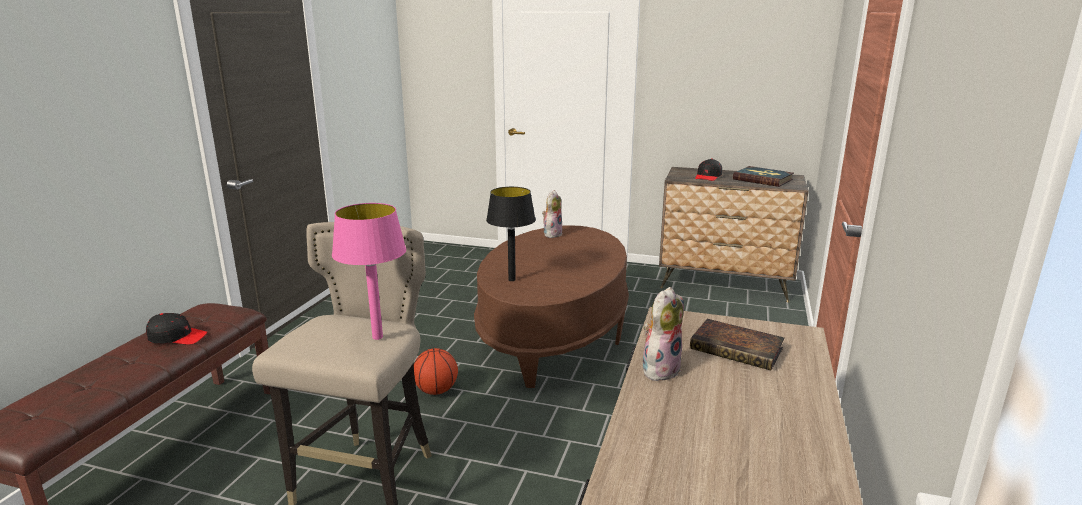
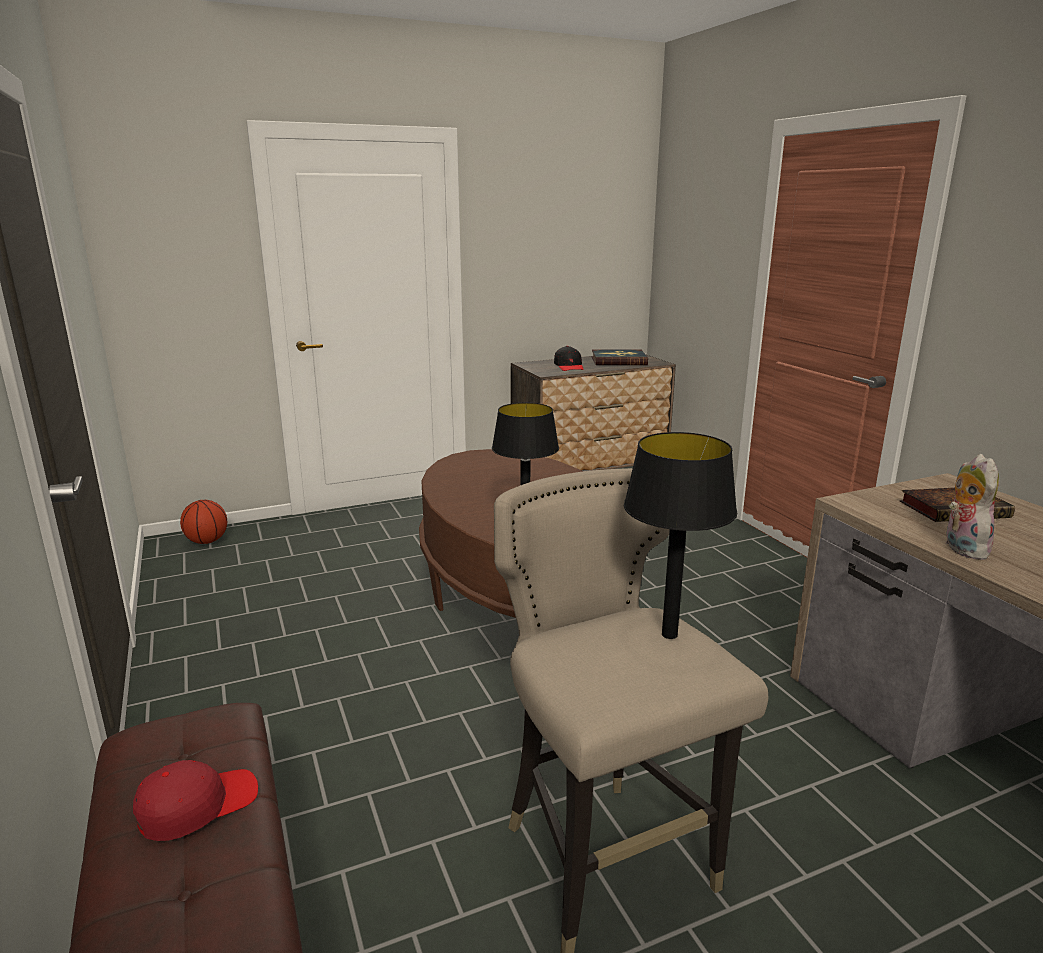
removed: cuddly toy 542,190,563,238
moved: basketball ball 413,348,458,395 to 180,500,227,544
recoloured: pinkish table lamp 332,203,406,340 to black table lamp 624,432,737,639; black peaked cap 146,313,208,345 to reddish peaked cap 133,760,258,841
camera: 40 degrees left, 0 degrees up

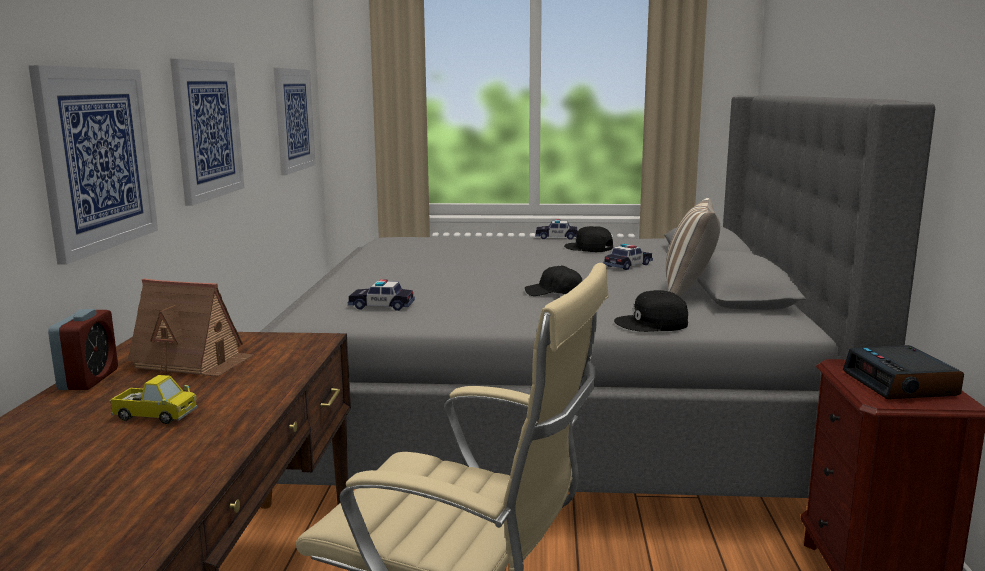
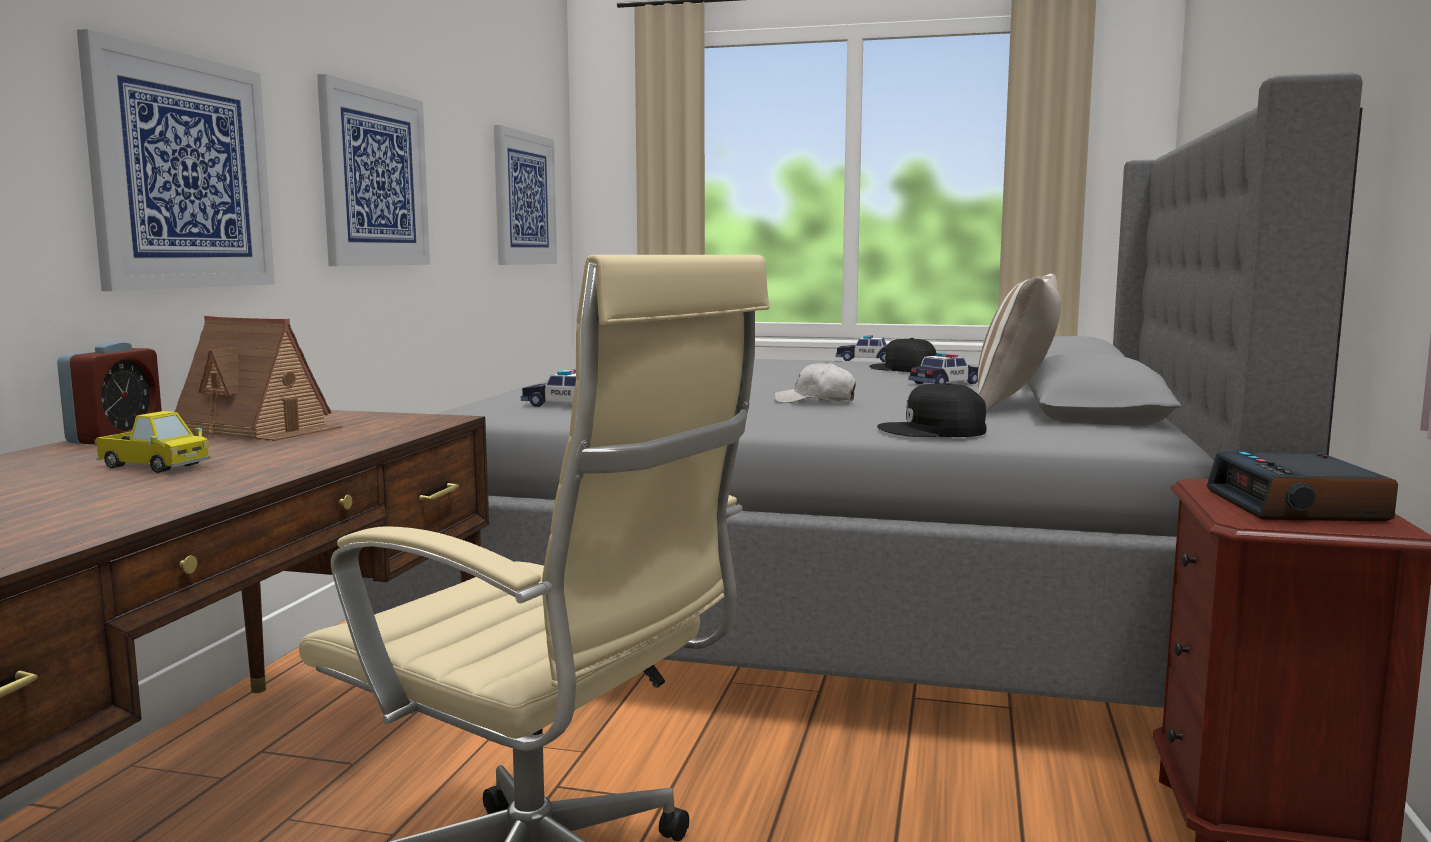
recoloured: black peaked cap 525,265,582,296 to white-coloured peaked cap 774,362,856,403
camera: 10 degrees right, 5 degrees down

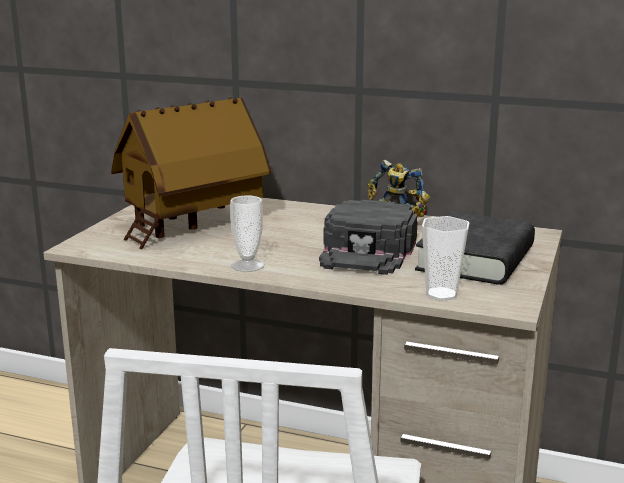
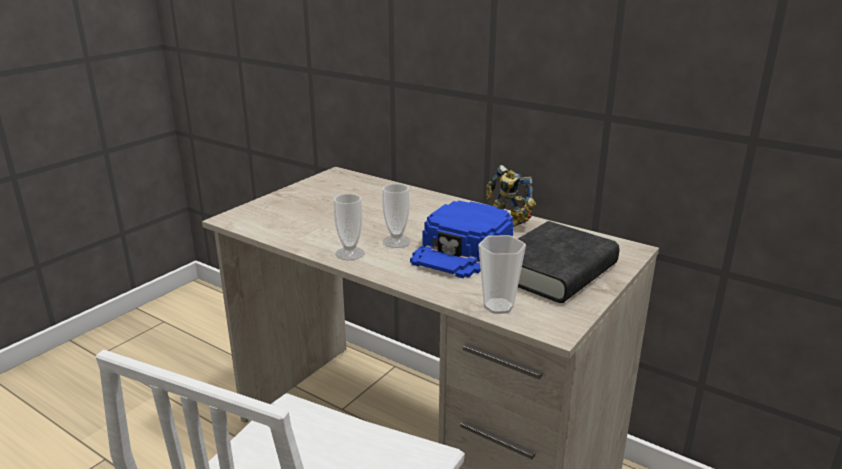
removed: toy house 111,97,271,249
added: drinking cup 382,183,411,248
recoloured: black peaked cap 319,200,417,275 to bluish peaked cap 410,201,514,278
camera: 15 degrees right, 5 degrees up

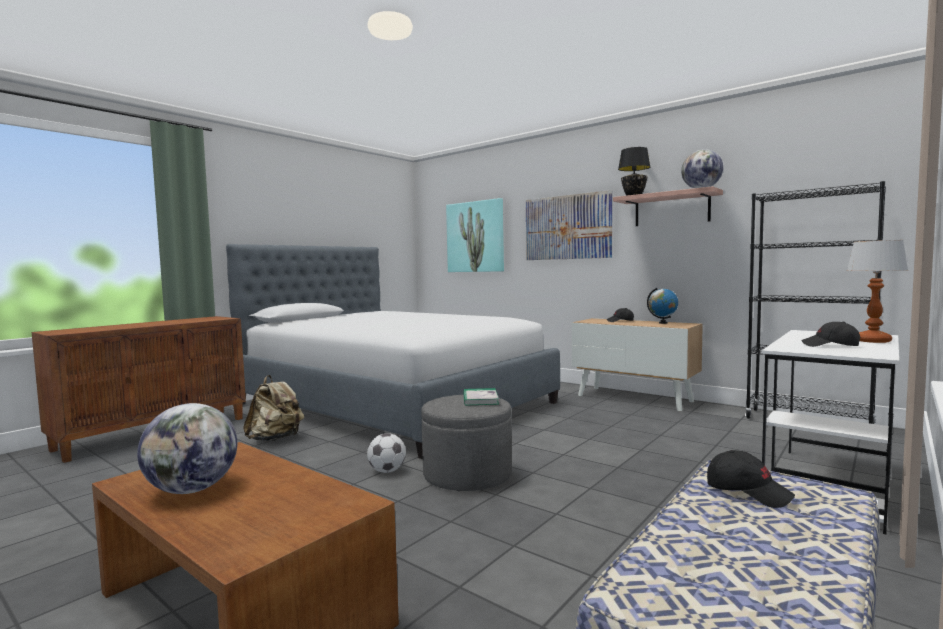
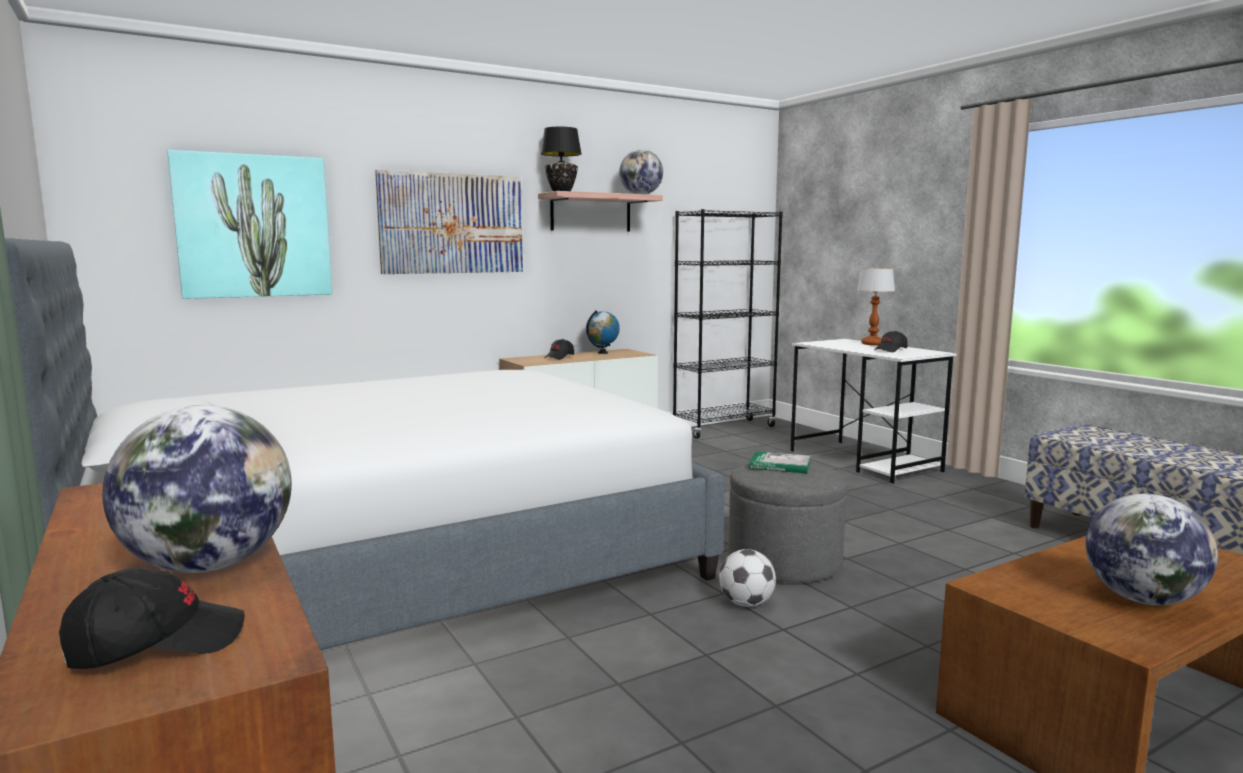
removed: beige-coloured backpack 243,375,304,441
added: world globe 102,405,292,573
moved: black peaked cap 707,450,795,508 to 59,568,245,669
camera: 70 degrees left, 5 degrees up

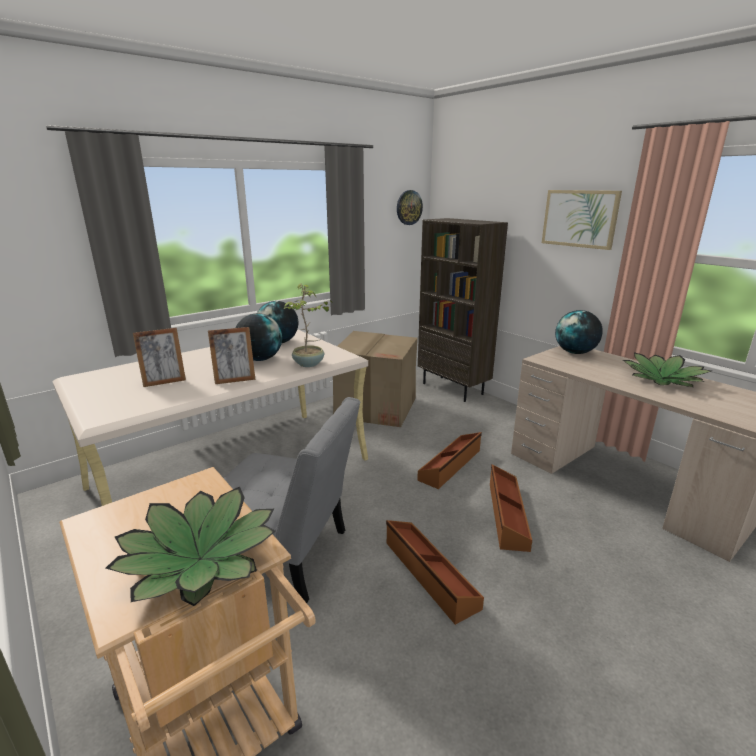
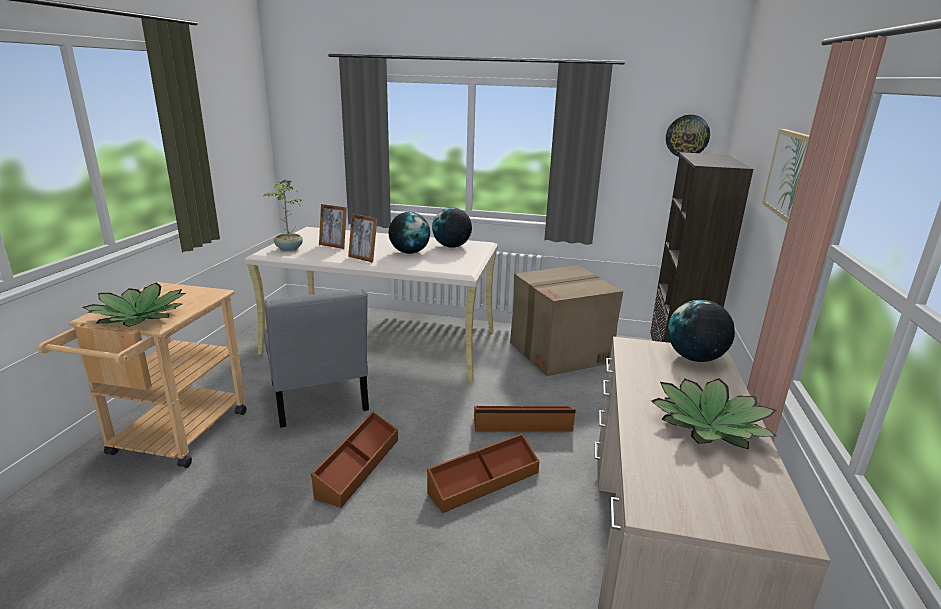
moved: houseplant 284,283,333,367 to 264,180,303,251
camera: 50 degrees right, 0 degrees up

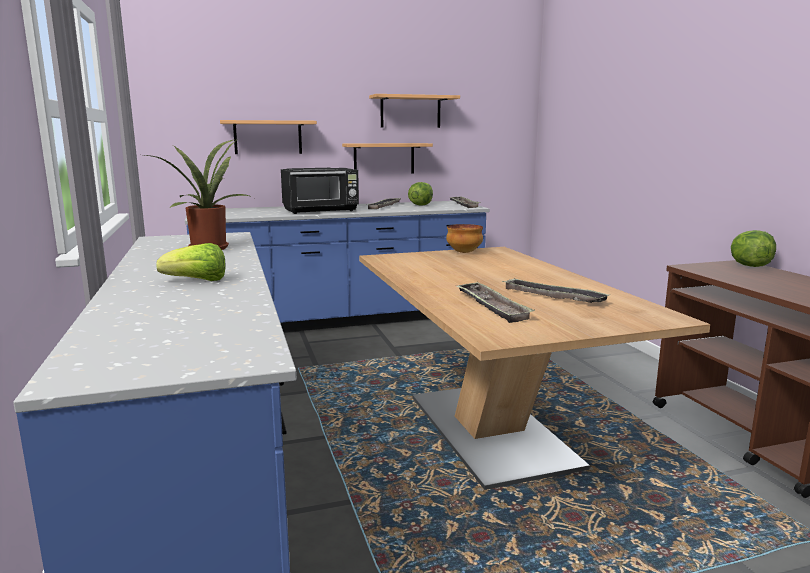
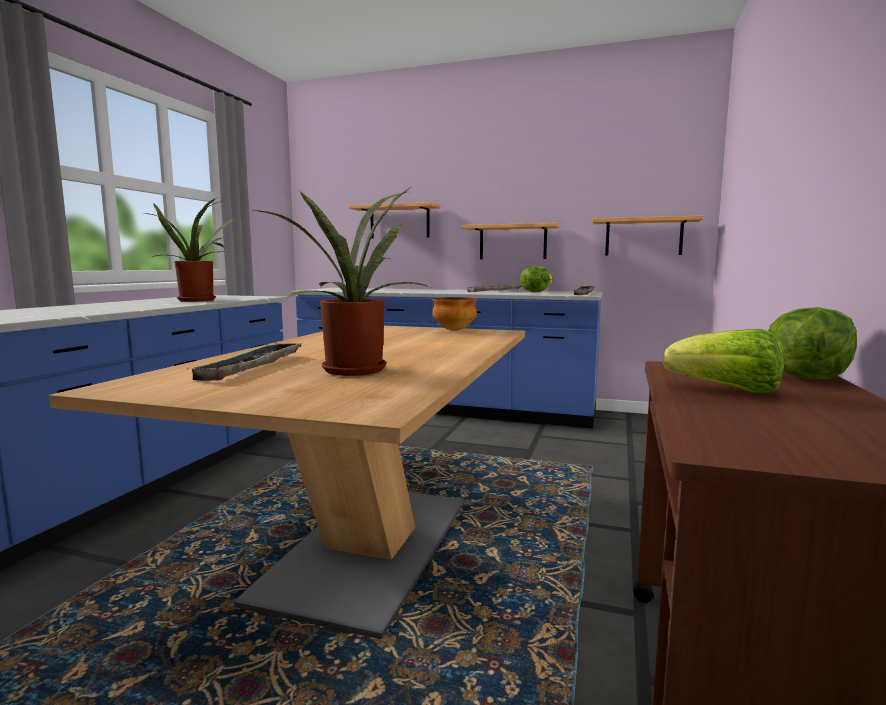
removed: black kitchen microwave 281,168,359,214
moved: shelf 369,94,460,128 to 592,216,704,255; head of lettuce 156,243,226,281 to 663,329,784,394
replaced: serving tray 502,278,609,303 to houseplant 254,187,429,376
camera: 35 degrees right, 5 degrees down

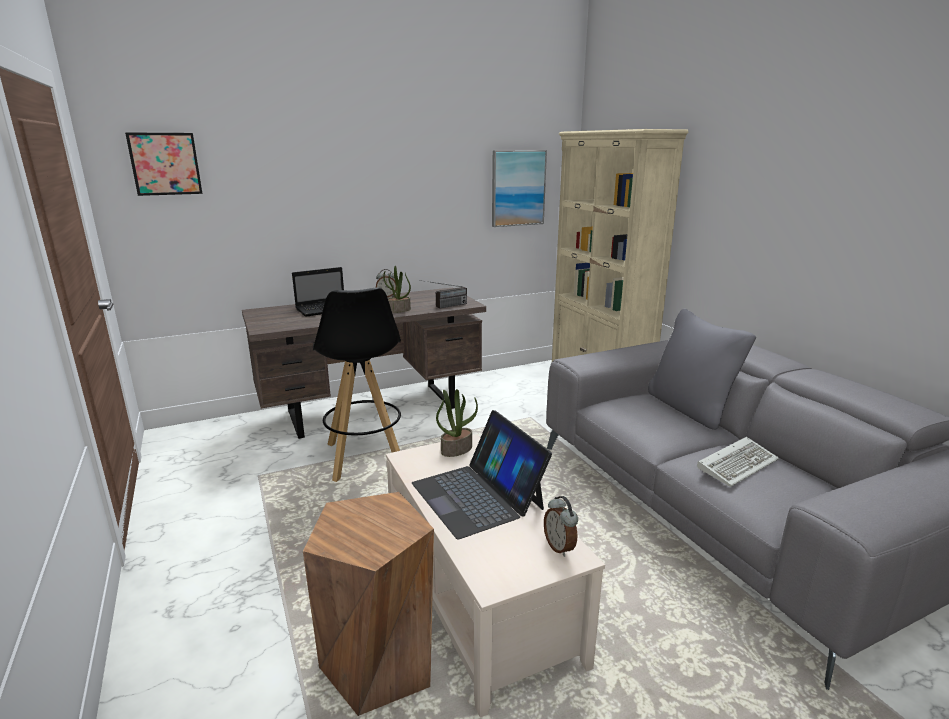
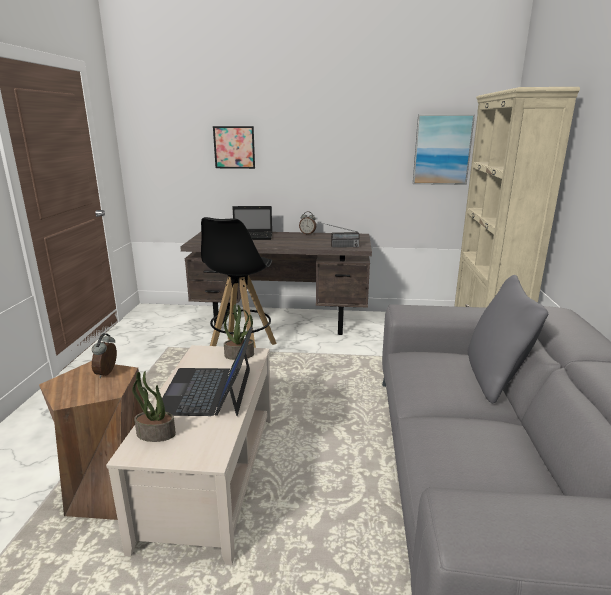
removed: computer keyboard 697,437,779,487
moved: wall picture 125,132,203,196 to 213,126,255,169; houseplant 383,266,411,313 to 132,371,176,442; table clock 544,496,578,557 to 92,333,117,378
camera: 30 degrees right, 0 degrees up

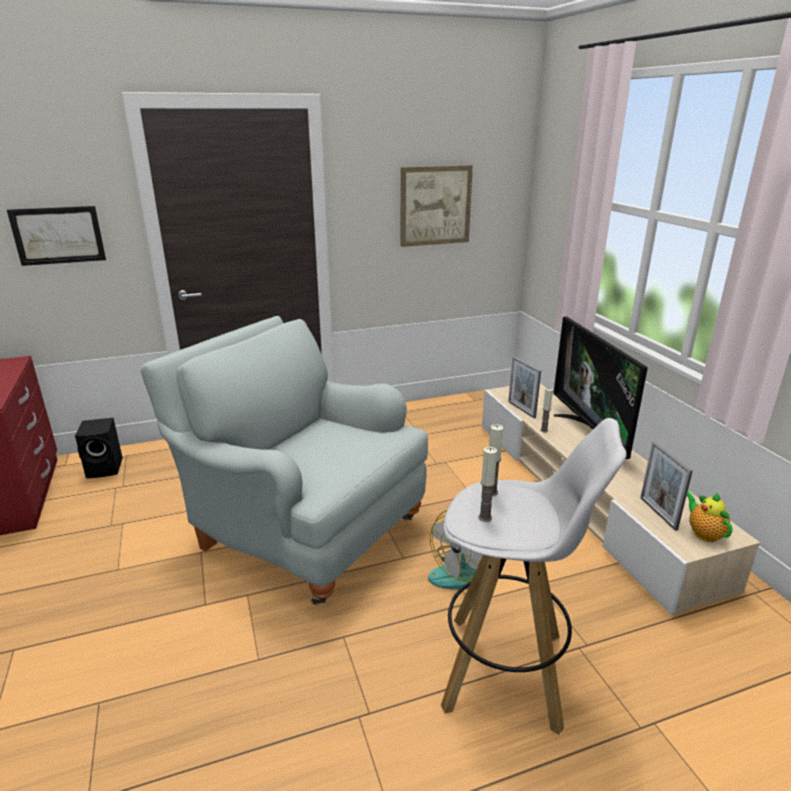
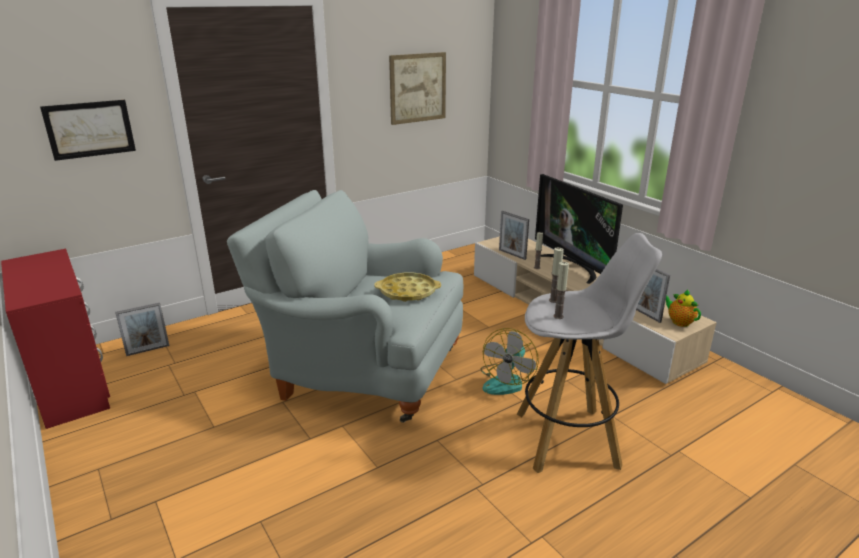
added: yellow serving tray 374,273,441,302
replaced: black loudspeaker 75,418,123,478 to photo frame 115,303,169,356
camera: 15 degrees left, 0 degrees up

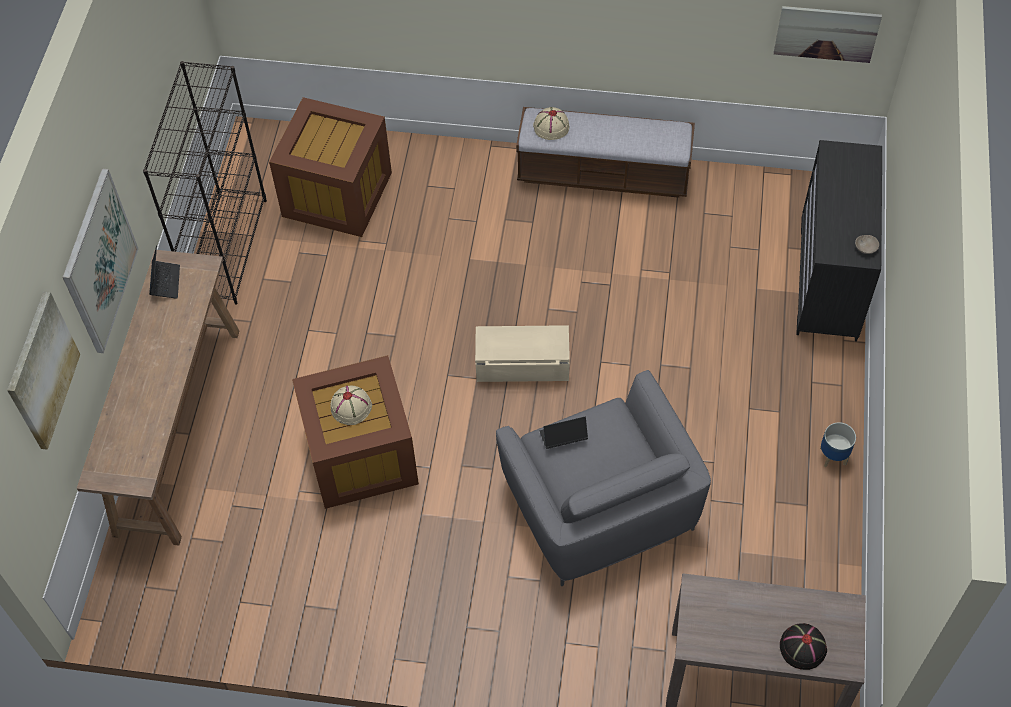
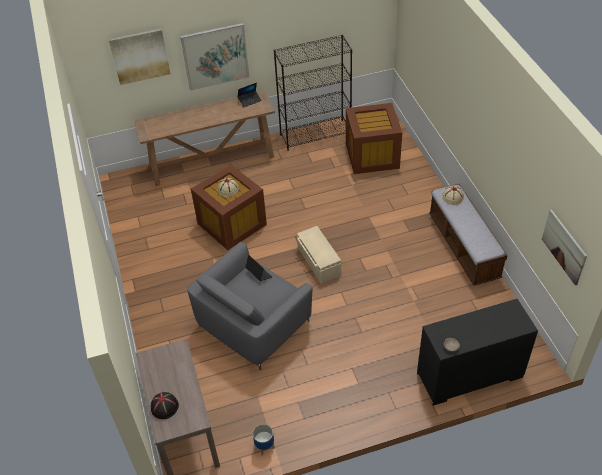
moved: flower pot 820,422,856,467 to 253,424,275,456
camera: 65 degrees right, 10 degrees down

